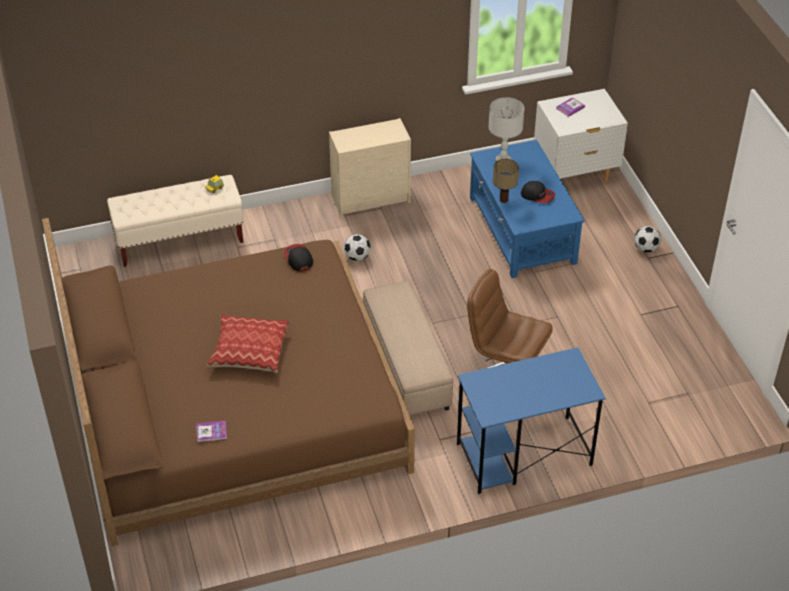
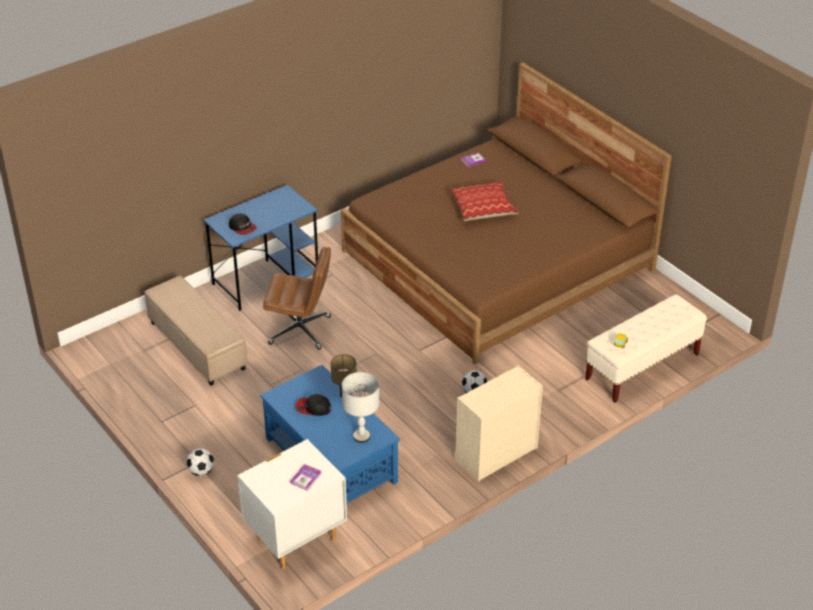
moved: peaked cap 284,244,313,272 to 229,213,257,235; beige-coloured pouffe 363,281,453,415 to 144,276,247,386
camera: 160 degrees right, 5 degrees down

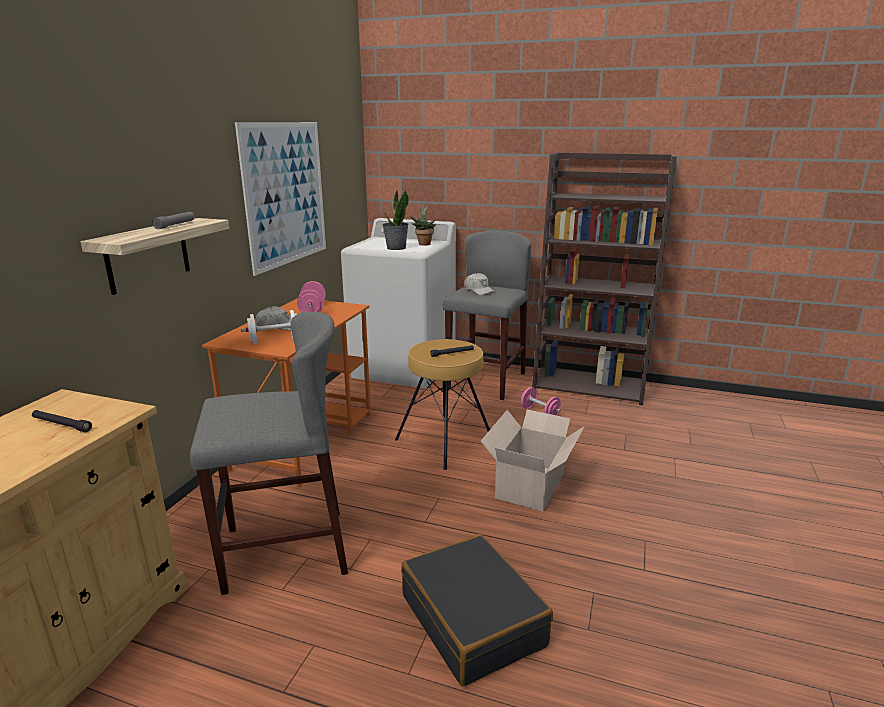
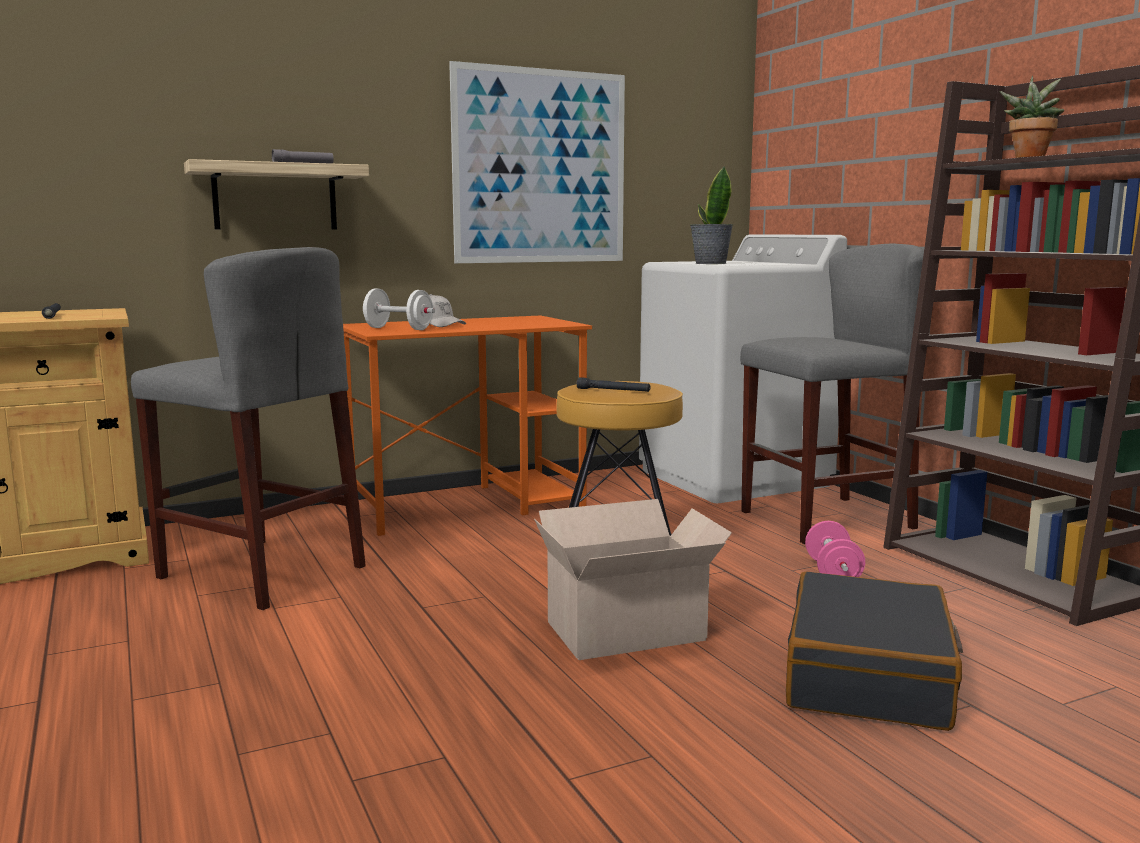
removed: white-coloured peaked cap 464,273,495,295; pinkish hand weight 297,281,326,312
moved: houseplant 410,206,436,246 to 999,76,1064,158; black piece of luggage 401,534,553,686 to 786,571,963,731
camera: 45 degrees right, 10 degrees down

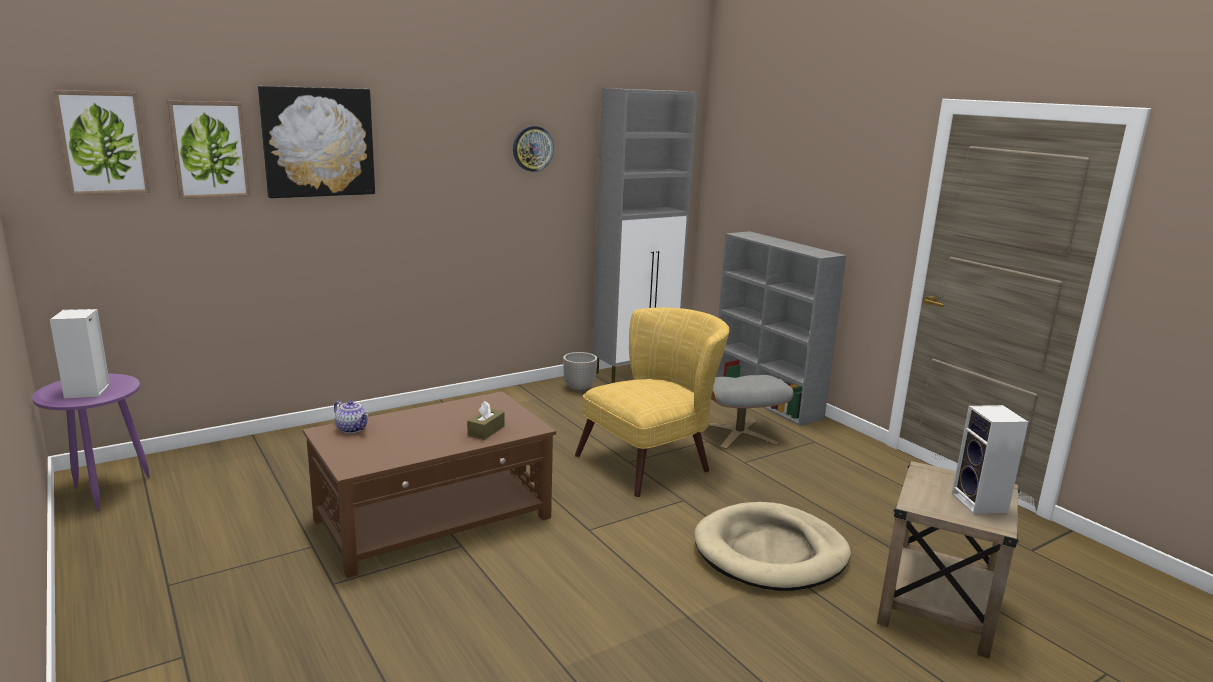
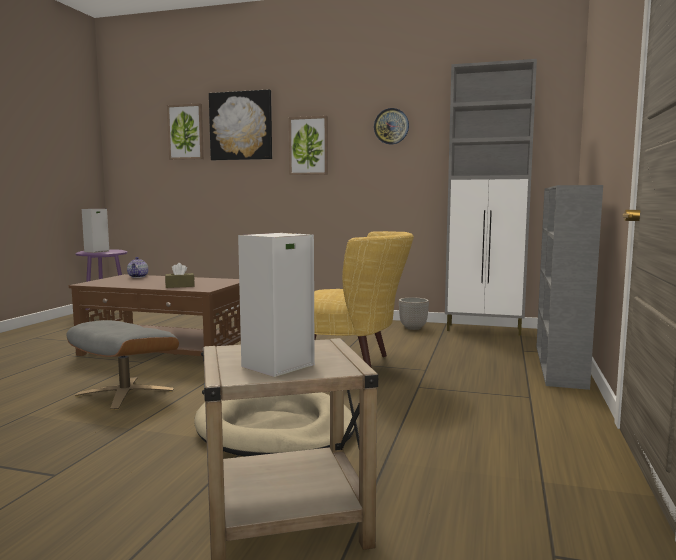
moved: wall picture 53,90,150,196 to 289,116,328,175; greyish pouffe 709,375,794,449 to 67,320,179,410
camera: 50 degrees right, 10 degrees down

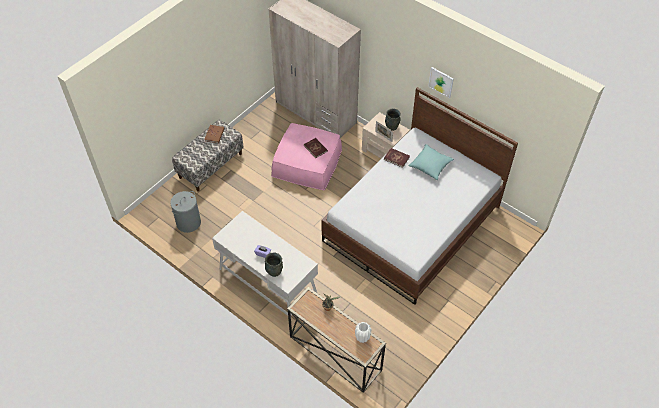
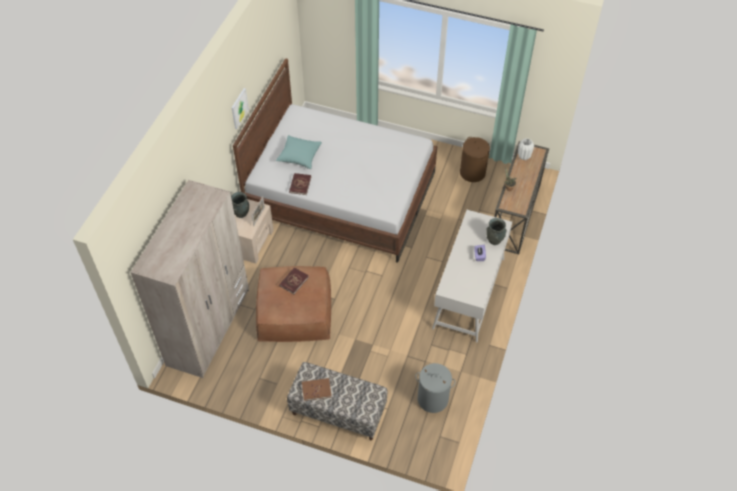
added: brownish hamper 460,137,490,182
recoloured: pinkish pouffe 271,123,342,190 to brownish pouffe 256,266,331,342
camera: 110 degrees left, 0 degrees up

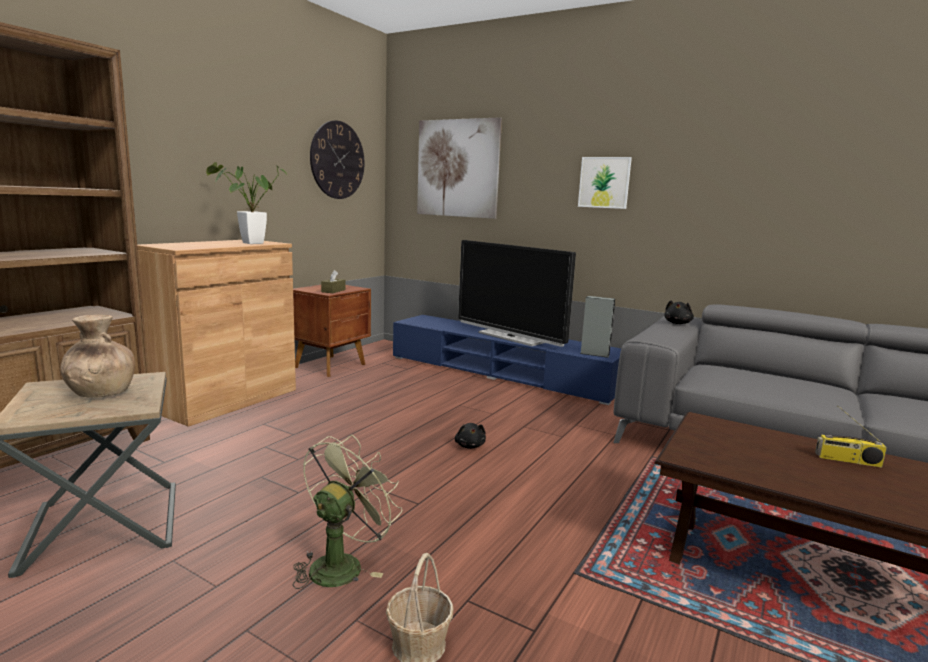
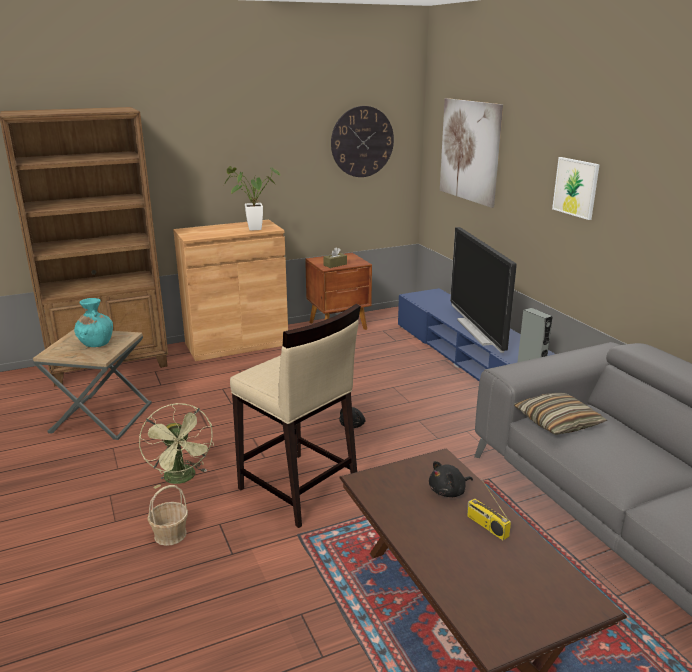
added: beige-coloured sitting stool 230,304,361,528; pillow 514,393,607,435
moved: black cuddly toy 664,300,694,324 to 429,461,473,497
recoloured: brownish vase 61,315,135,398 to turquoise vase 74,298,113,347
turned: green cooling fan 293,435,402,589 = 139,403,214,489 90 degrees clockwise
camera: 35 degrees right, 10 degrees up

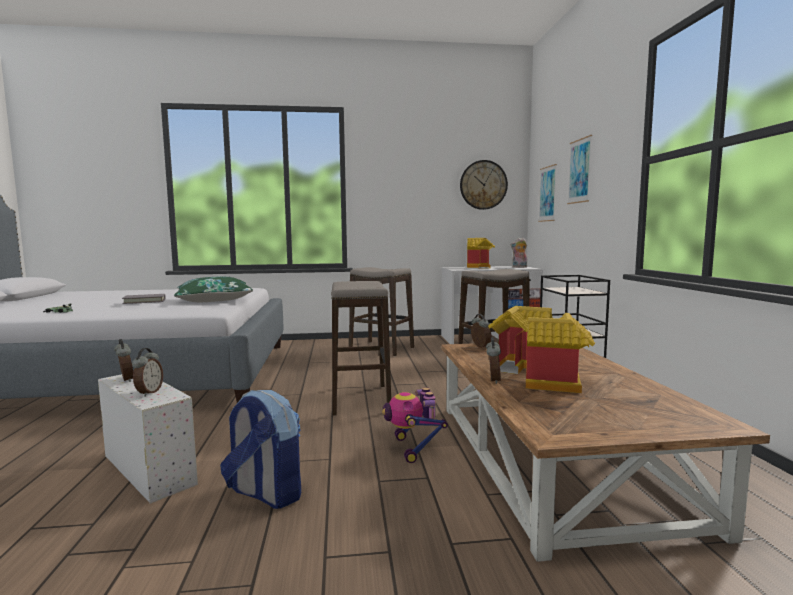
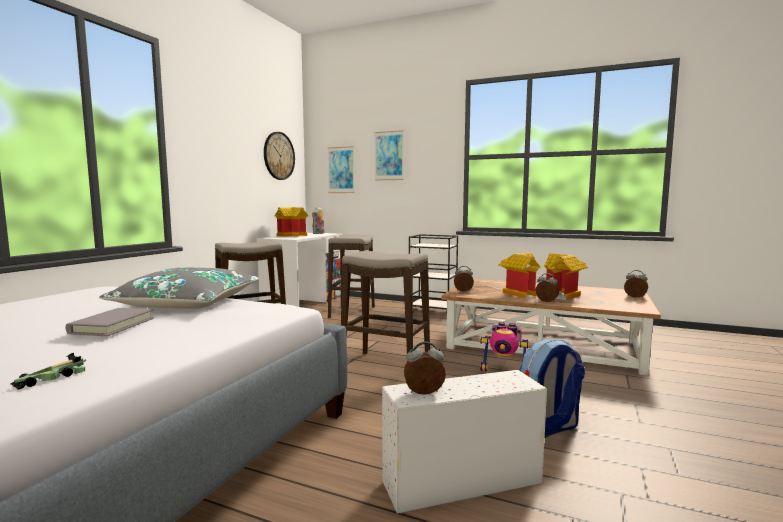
moved: table clock 132,348,163,397 to 624,270,648,298
recoloured: green pillow 174,276,253,302 to greyish pillow 99,267,259,309
camera: 60 degrees left, 0 degrees up

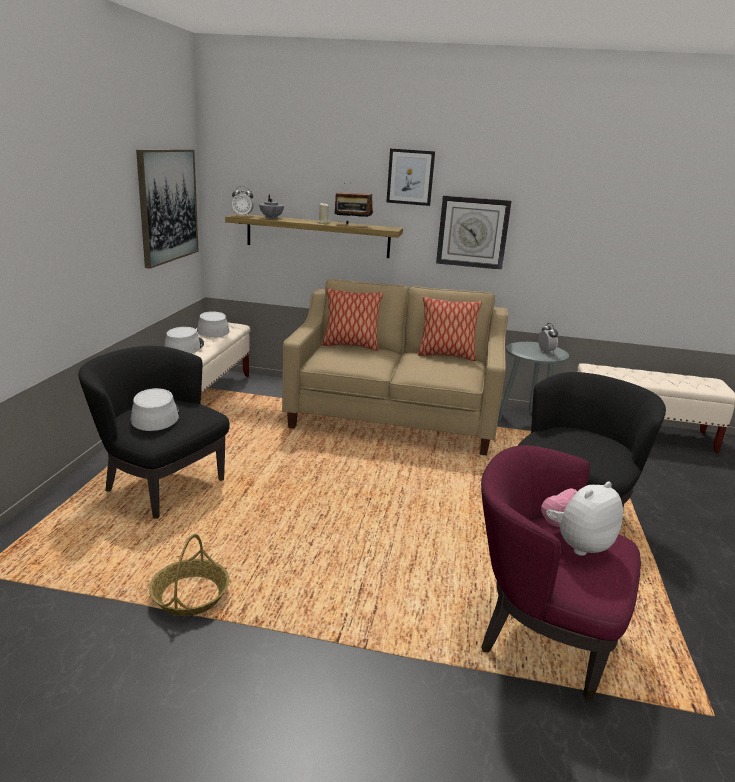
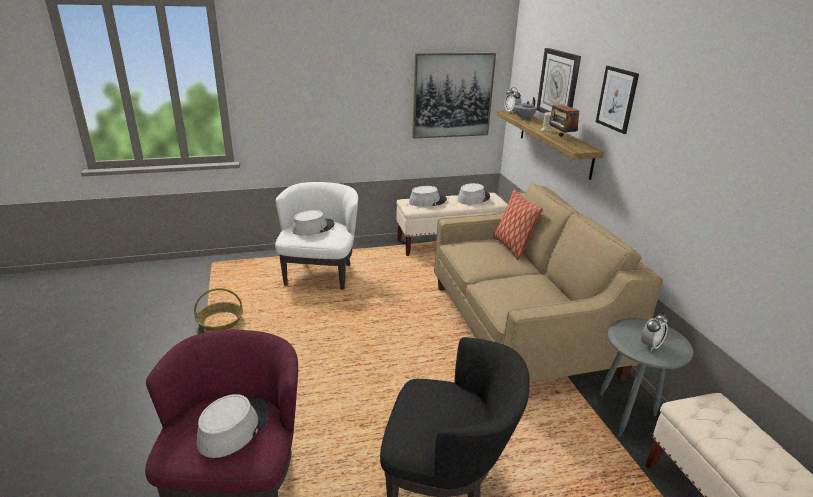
removed: pillow 418,297,482,361
moved: wall clock 436,195,512,270 to 537,48,581,114
replaced: cuddly toy 541,481,623,556 to greyish clothing hat 197,394,269,458
recoloured: black armchair 78,346,230,519 to white-coloured armchair 275,182,358,290
camera: 65 degrees right, 5 degrees up

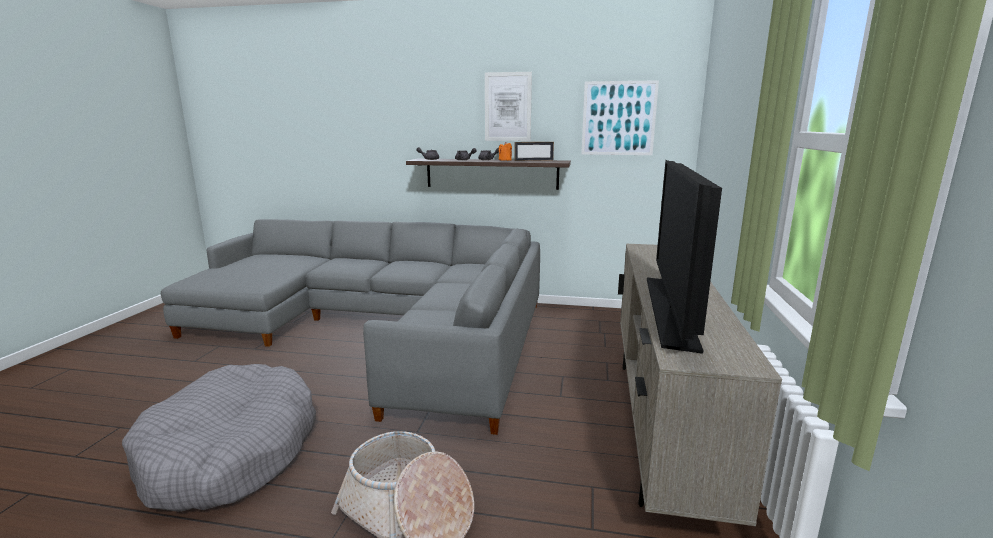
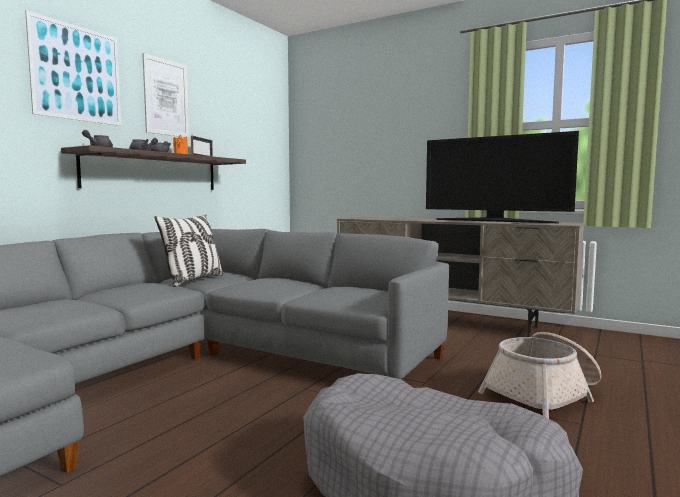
added: pillow 154,215,224,287
moved: wall picture 581,80,659,155 to 25,10,121,126
camera: 70 degrees left, 10 degrees down

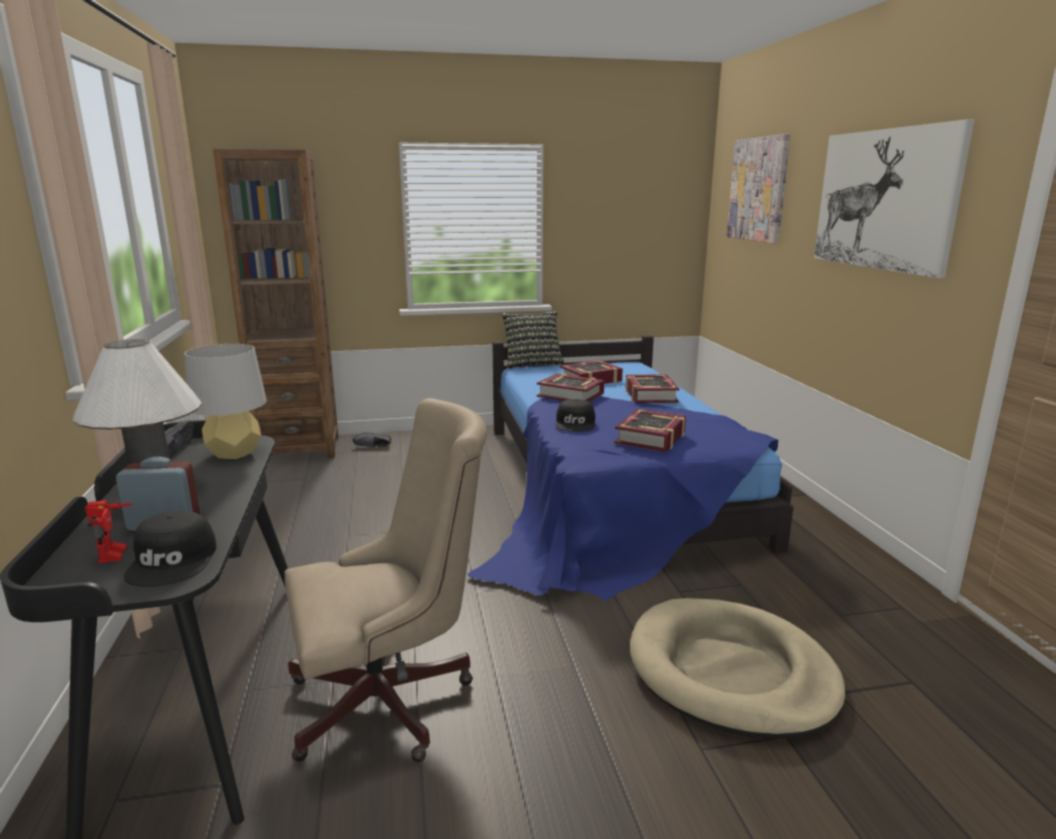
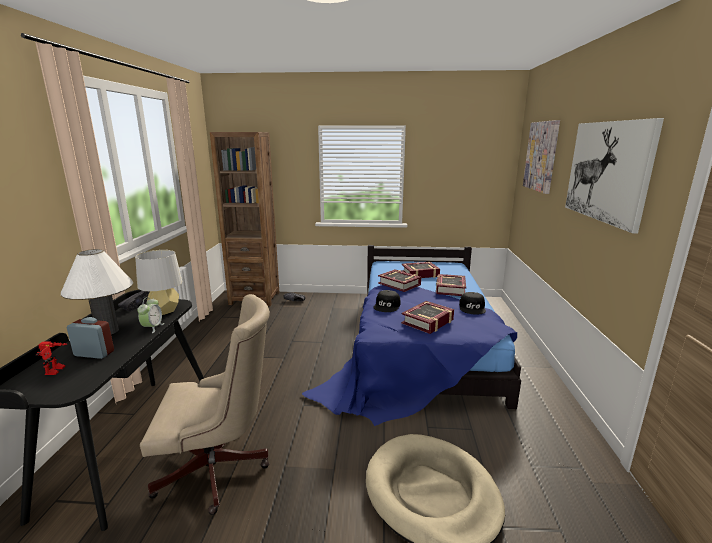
removed: pillow 502,310,565,369
added: table clock 137,297,164,333
moved: black peaked cap 124,511,216,587 to 459,292,486,315
camera: 15 degrees right, 0 degrees up

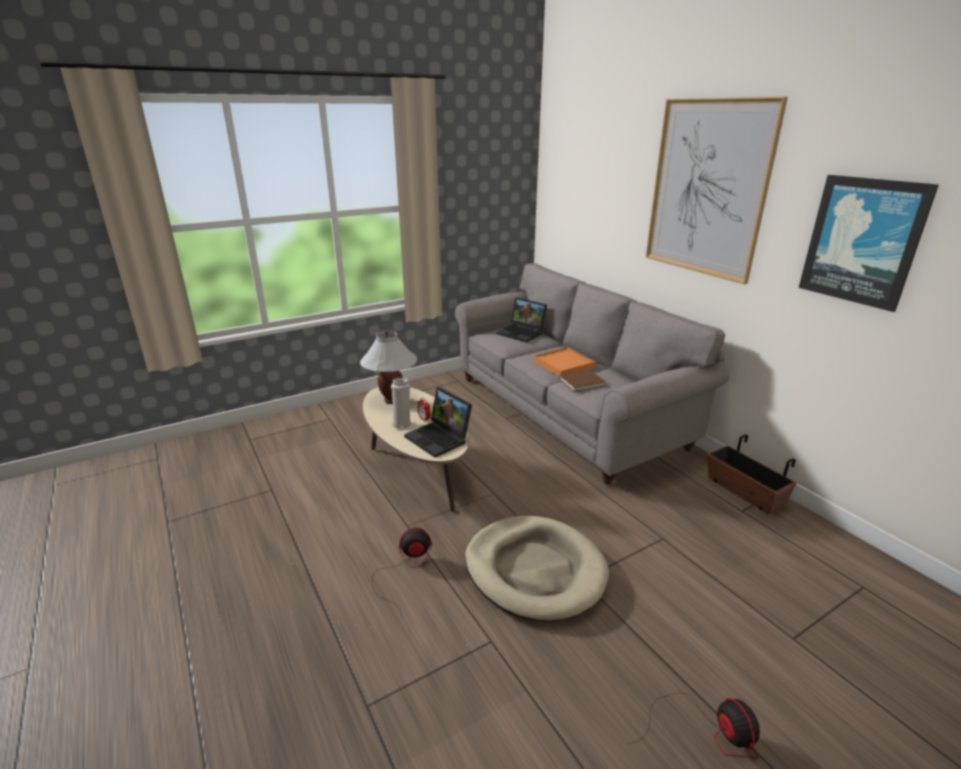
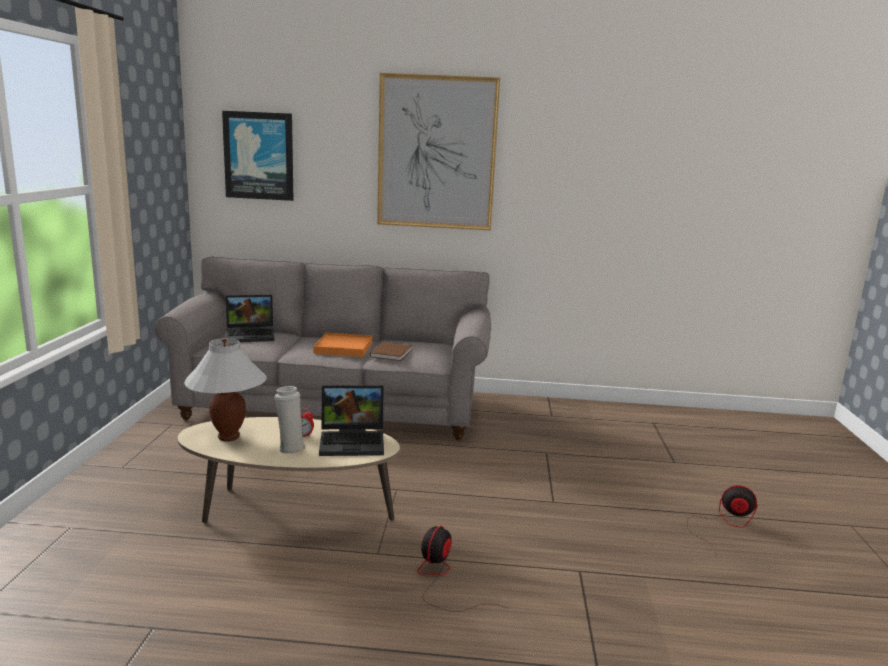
removed: flower pot 707,434,797,514; beige-coloured dog bed 465,516,609,622
moved: wall picture 799,175,939,312 to 222,111,294,201
camera: 55 degrees left, 10 degrees down

